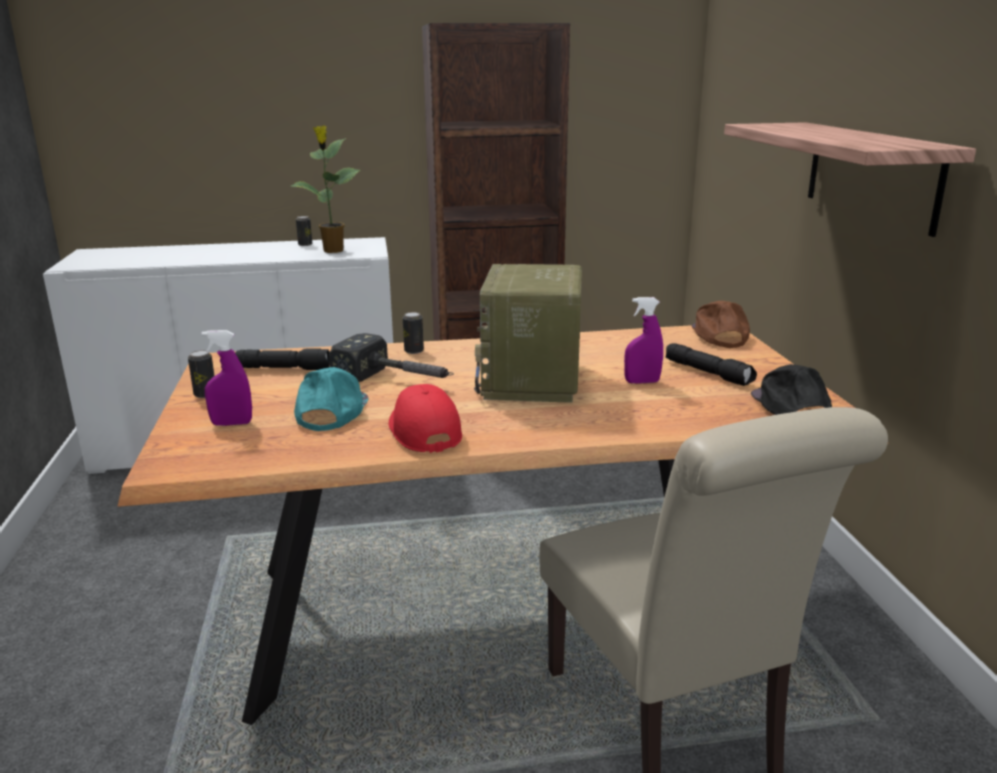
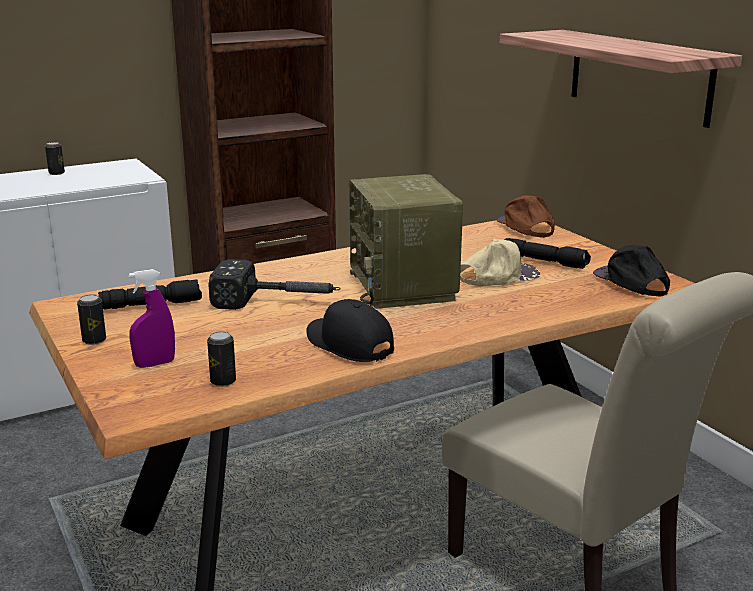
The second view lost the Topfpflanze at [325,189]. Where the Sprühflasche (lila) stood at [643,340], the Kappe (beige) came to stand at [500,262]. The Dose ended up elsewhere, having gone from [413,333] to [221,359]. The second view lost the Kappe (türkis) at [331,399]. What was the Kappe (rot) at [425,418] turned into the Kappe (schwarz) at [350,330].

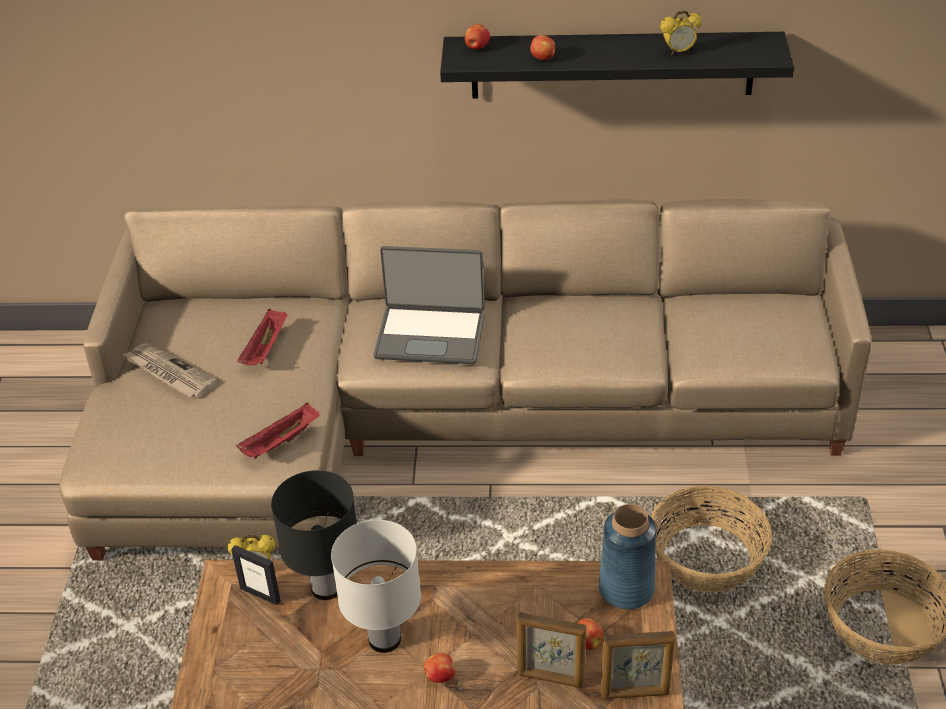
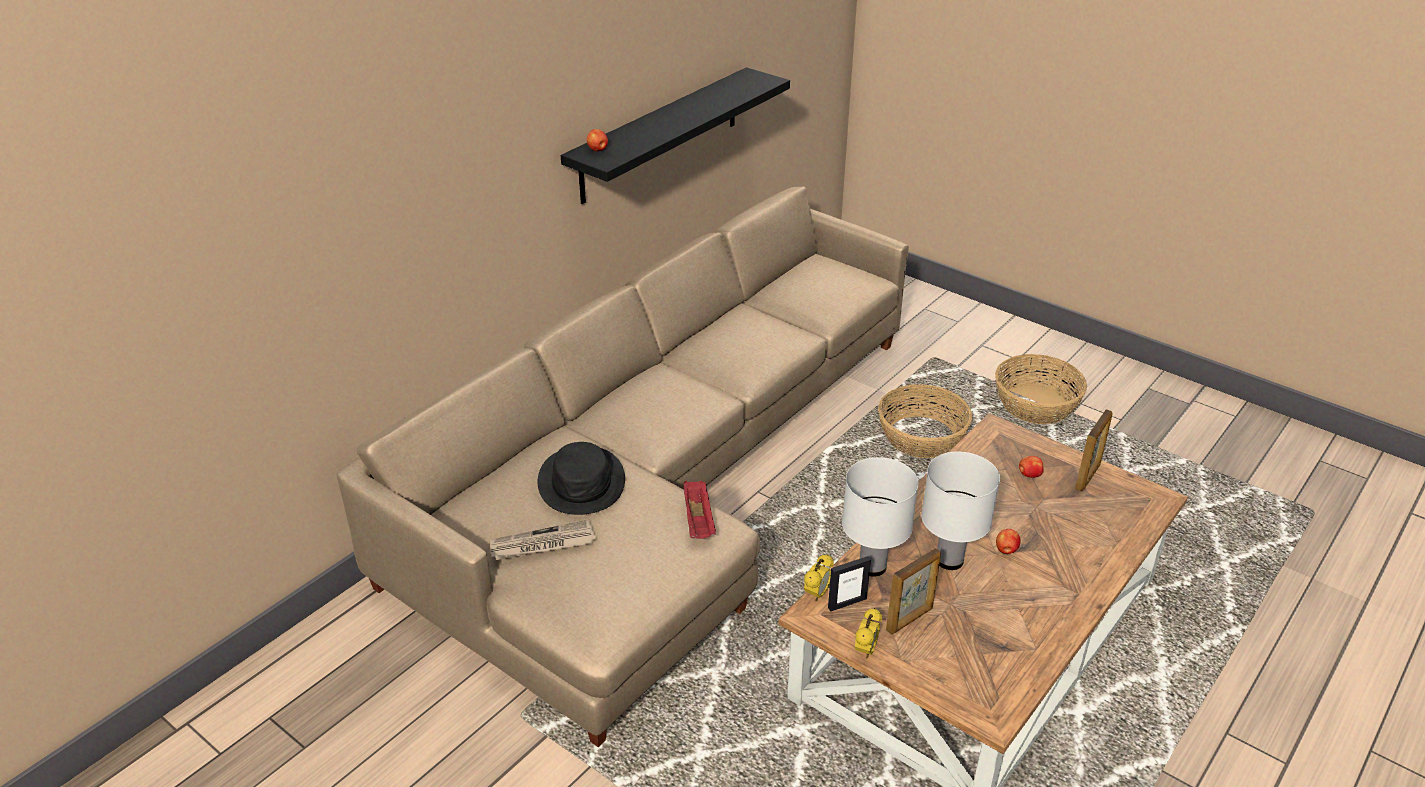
The Wecker ended up elsewhere, having gone from [681,32] to [868,633]. The second view lost the Apfel at [542,47]. The second view lost the Laptop at [429,305]. Where the Tablett (rot) stood at [262,337], the Hut (schwarz) came to stand at [581,478]. What was the Tischlampe (schwarz) at [314,535] turned into the Tischlampe (weiß) at [880,517]. The second view lost the Vase (blau) at [627,556]. The Bilderrahmen ended up elsewhere, having gone from [551,650] to [913,591].

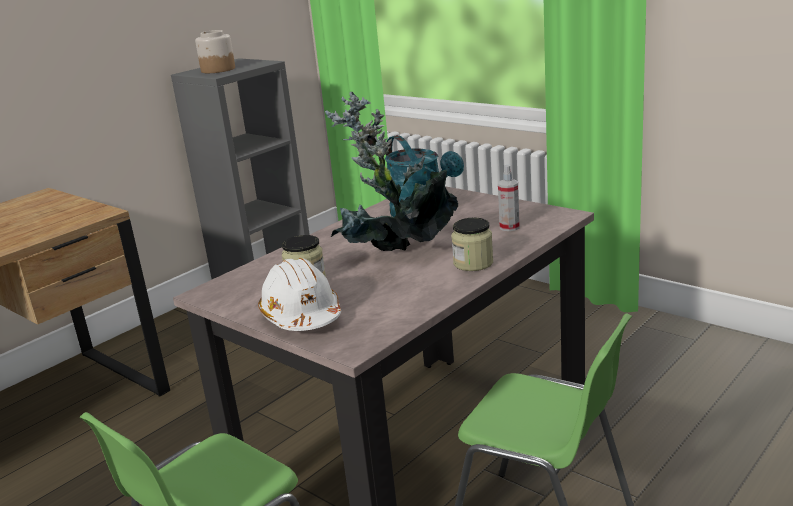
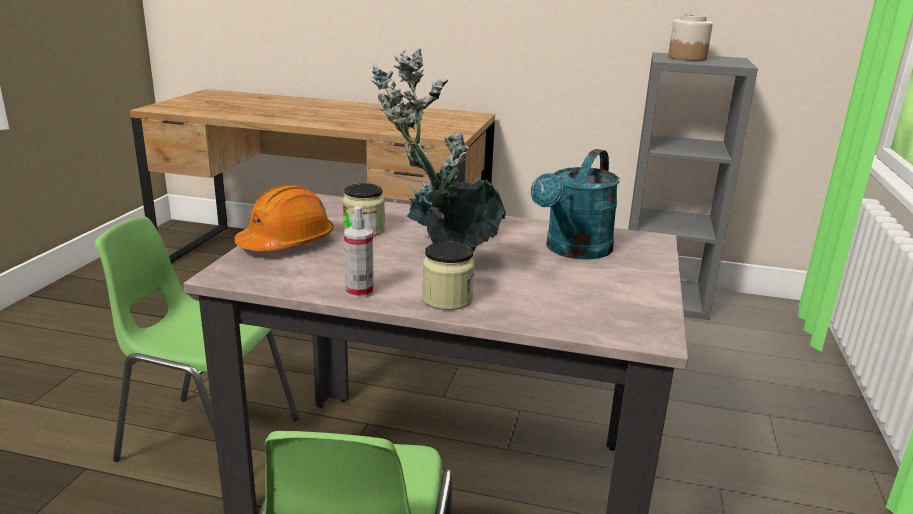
The Sprühflasche ended up elsewhere, having gone from [509,198] to [359,252]. What was the Schutzhelm (weiß) at [299,294] turned into the Schutzhelm (orange) at [284,218].

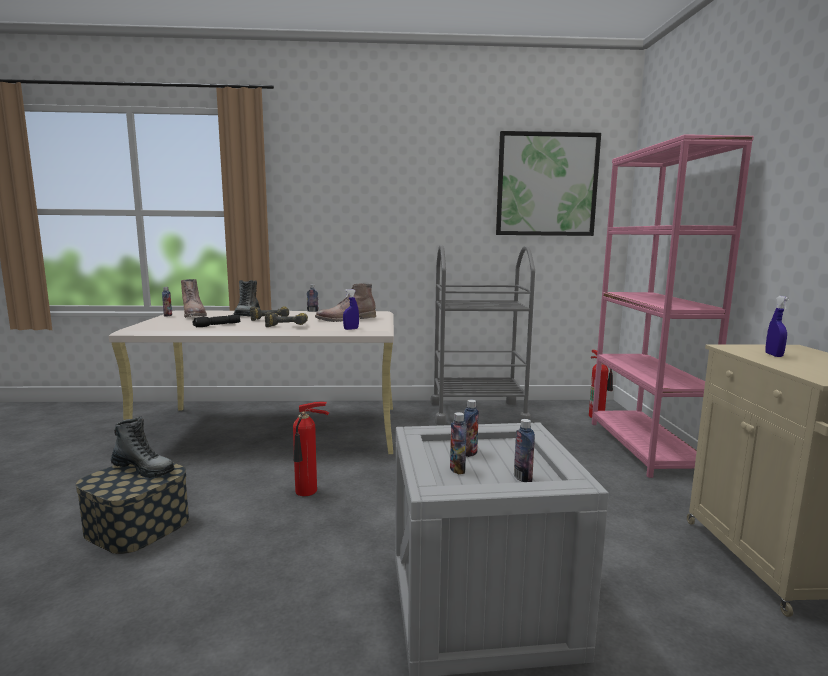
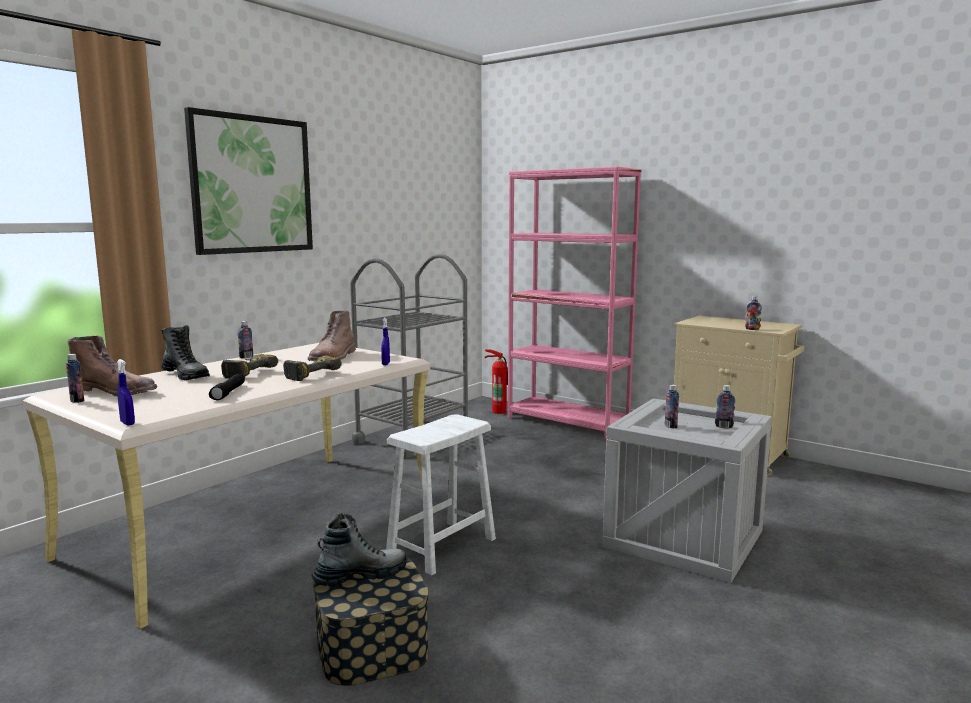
The Bild ended up elsewhere, having gone from [548,183] to [248,181]. The Sprühflasche (blau) ended up elsewhere, having gone from [777,326] to [126,392]. Where the Feuerlöscher stood at [311,449], the Hocker (weiß) came to stand at [441,495]. The Flasche ended up elsewhere, having gone from [458,443] to [753,313].

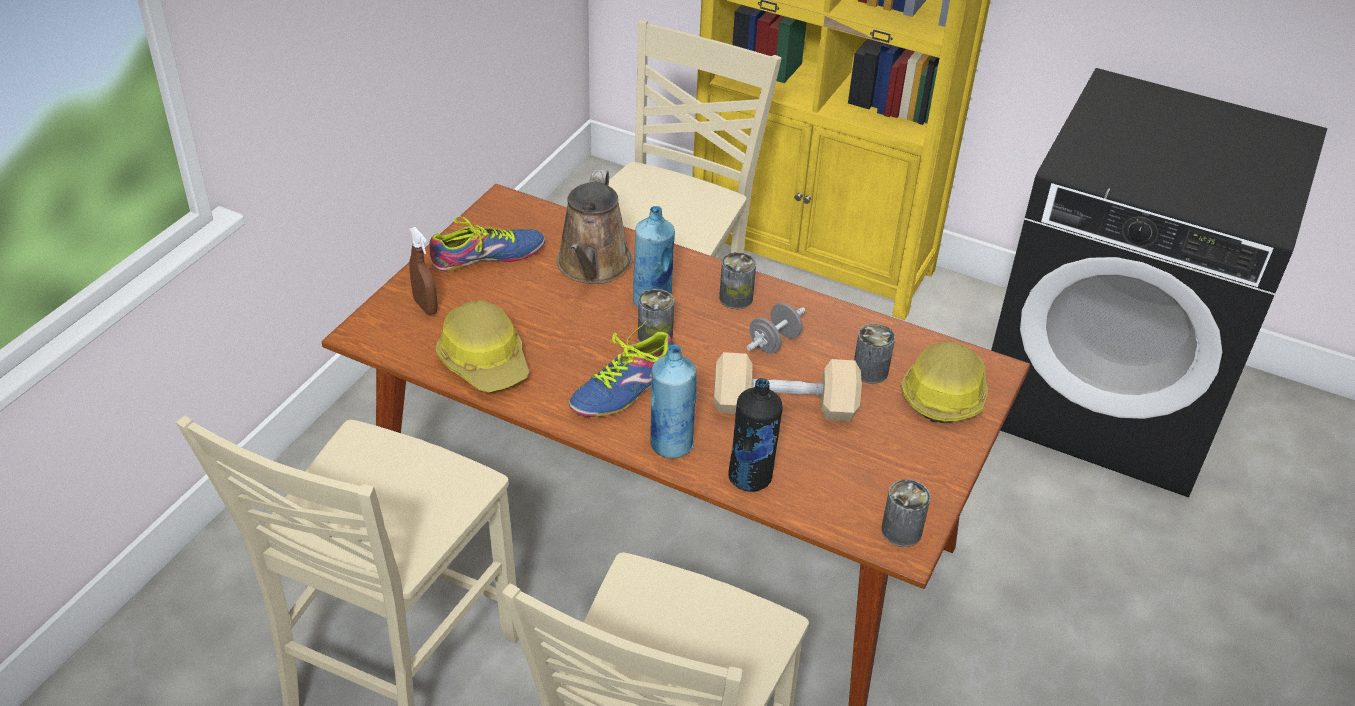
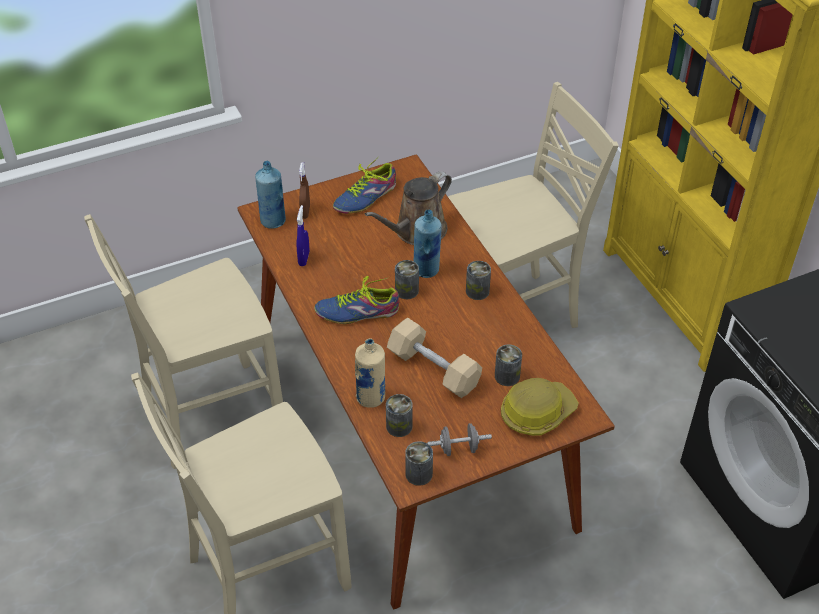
The Schuh at [487,244] ended up facing another way, 120 degrees clockwise from before. Where the Schutzhelm stood at [482,346], the Sprühflasche (blau) came to stand at [303,235]. The Hantel (grau) ended up elsewhere, having gone from [776,328] to [459,439]. The Flasche (blau) ended up elsewhere, having gone from [673,402] to [270,195]. What was the Flasche (schwarz) at [755,435] turned into the Flasche (beige) at [370,373]. The second view gained the Dose at [399,415].

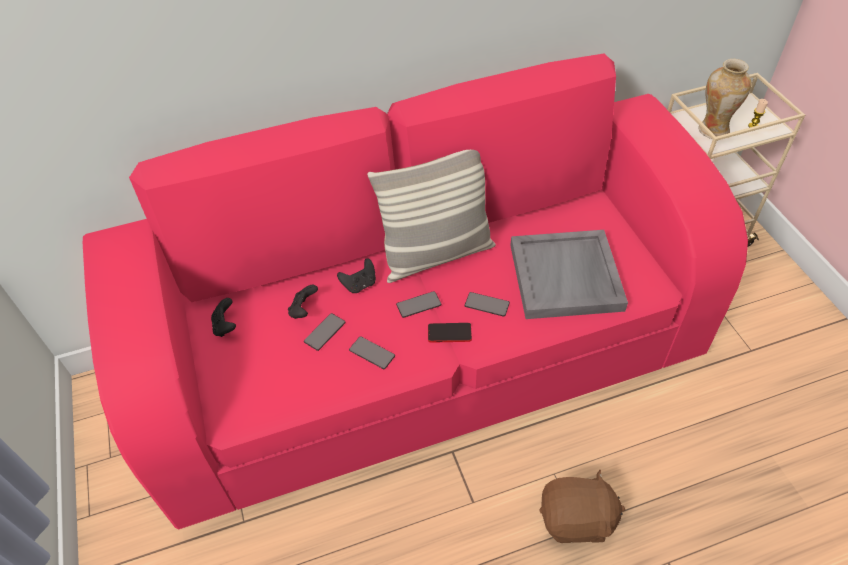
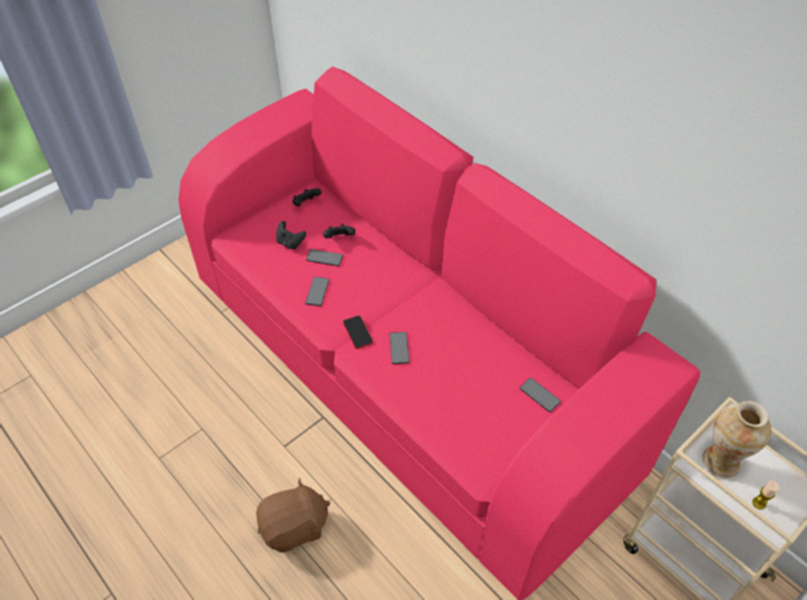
The second view lost the Kissen at [431,216]. The second view lost the Tablett (grau) at [569,274]. The Gamepad (schwarz) ended up elsewhere, having gone from [356,276] to [291,235]. The Handy ended up elsewhere, having gone from [418,304] to [540,395]. The Plüschtier (braun) at [582,506] ended up facing another way, 90 degrees counterclockwise from before.

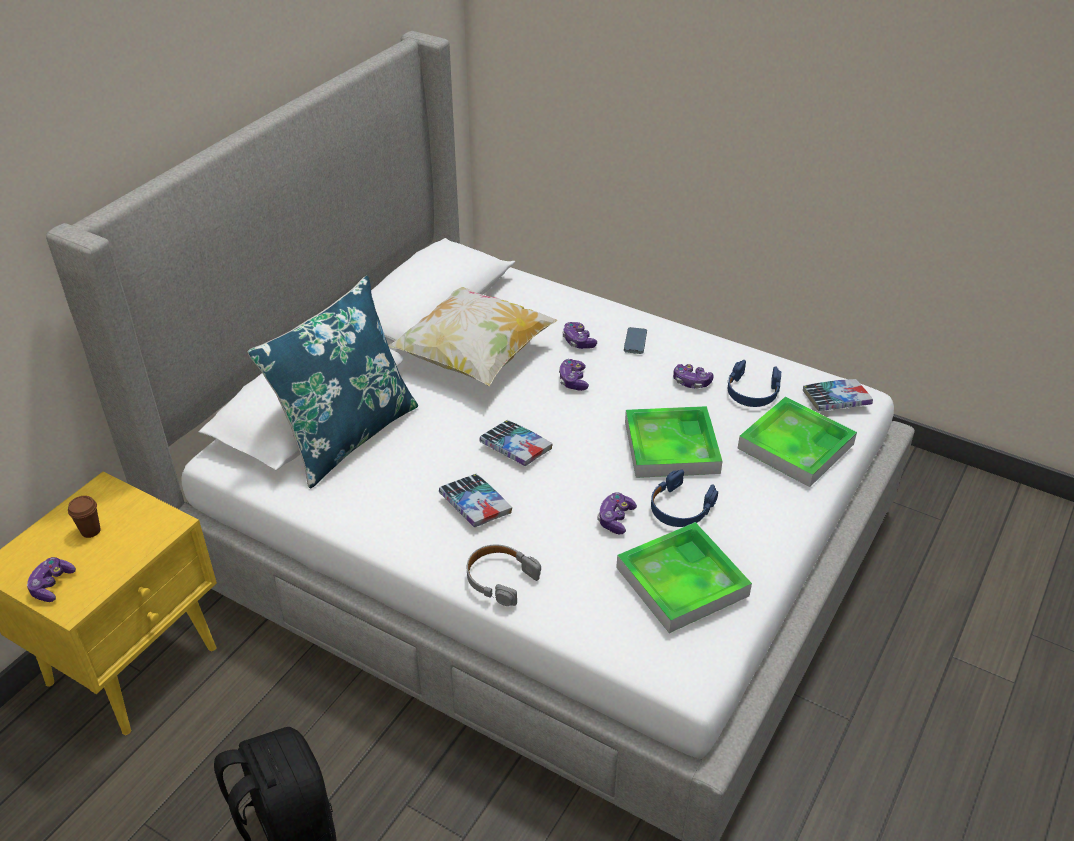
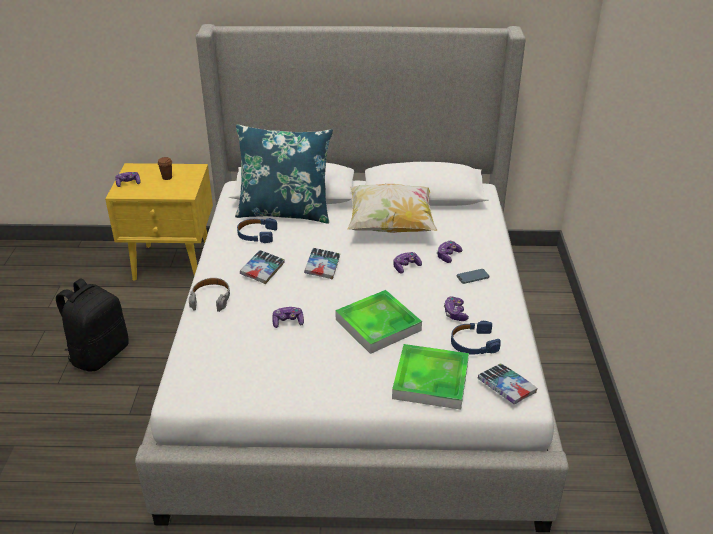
The Kopfhörer (blau) ended up elsewhere, having gone from [684,498] to [257,230]. The second view lost the Tablett at [684,577].

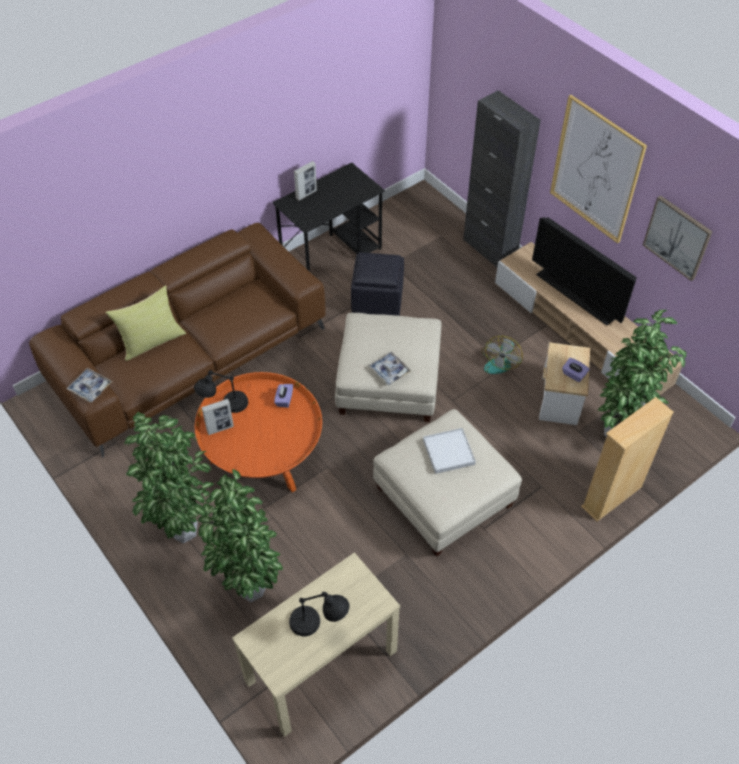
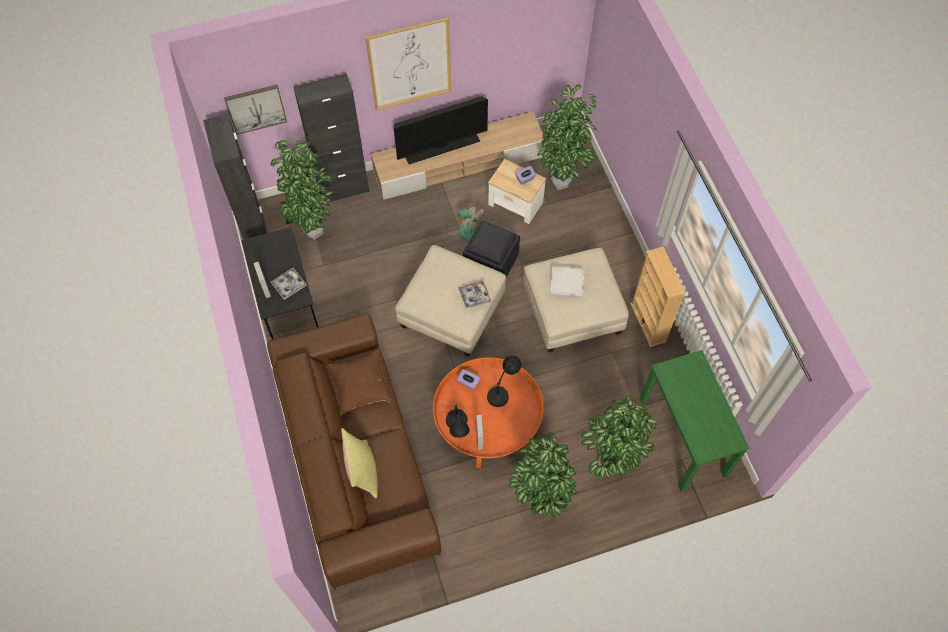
The Bild ended up elsewhere, having gone from [678,238] to [255,110]. The Polsterhocker (schwarz) ended up elsewhere, having gone from [377,284] to [491,249]. The Tablett ended up elsewhere, having gone from [89,385] to [288,284]. The Bücherregal (beige) ended up elsewhere, having gone from [627,459] to [658,296]. What was the Konsolentisch (beige) at [316,644] turned into the Konsolentisch (grün) at [694,420]. The Tischlampe (schwarz) ended up elsewhere, having gone from [319,614] to [504,381]. The second view gained the Schrank (schwarz) at [235,176]. The second view gained the Topfpflanze at [302,190]. The second view gained the Kissen (braun) at [360,382].

